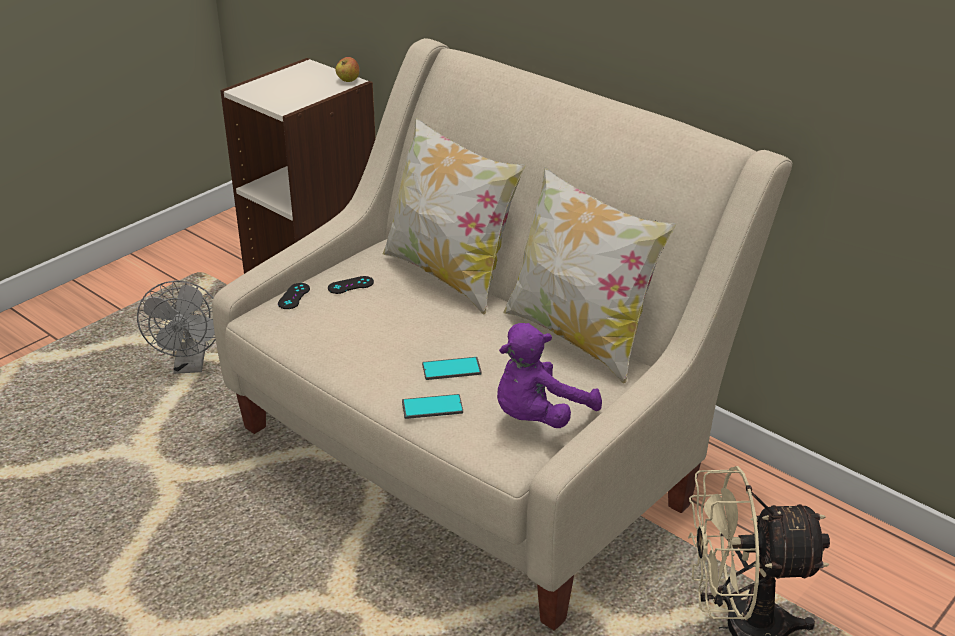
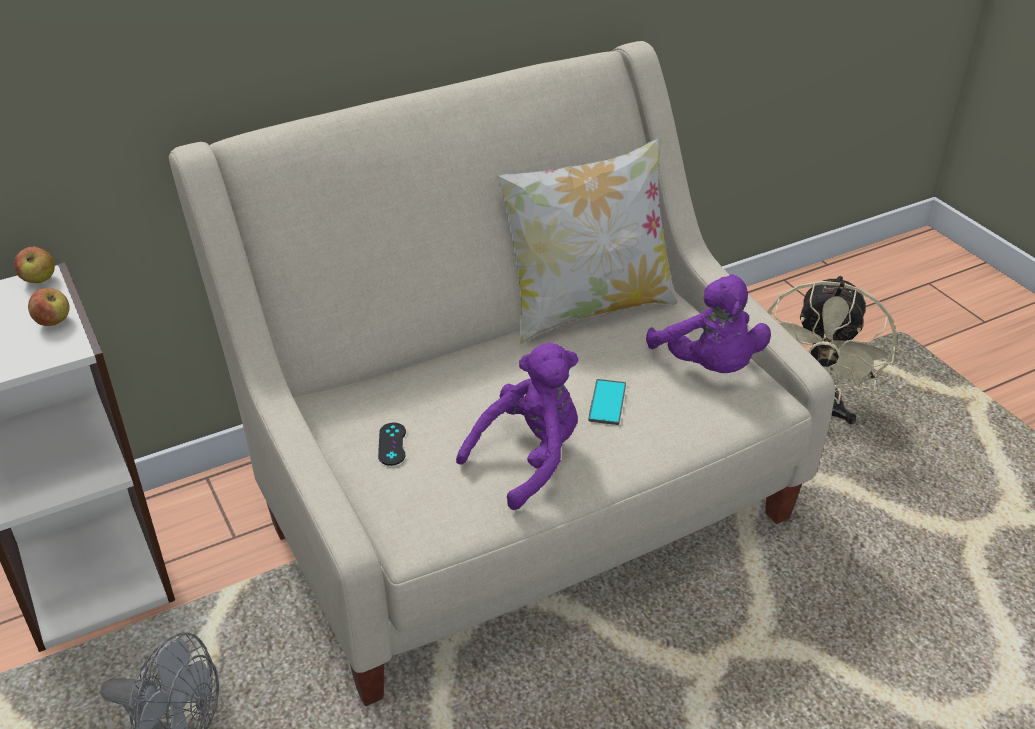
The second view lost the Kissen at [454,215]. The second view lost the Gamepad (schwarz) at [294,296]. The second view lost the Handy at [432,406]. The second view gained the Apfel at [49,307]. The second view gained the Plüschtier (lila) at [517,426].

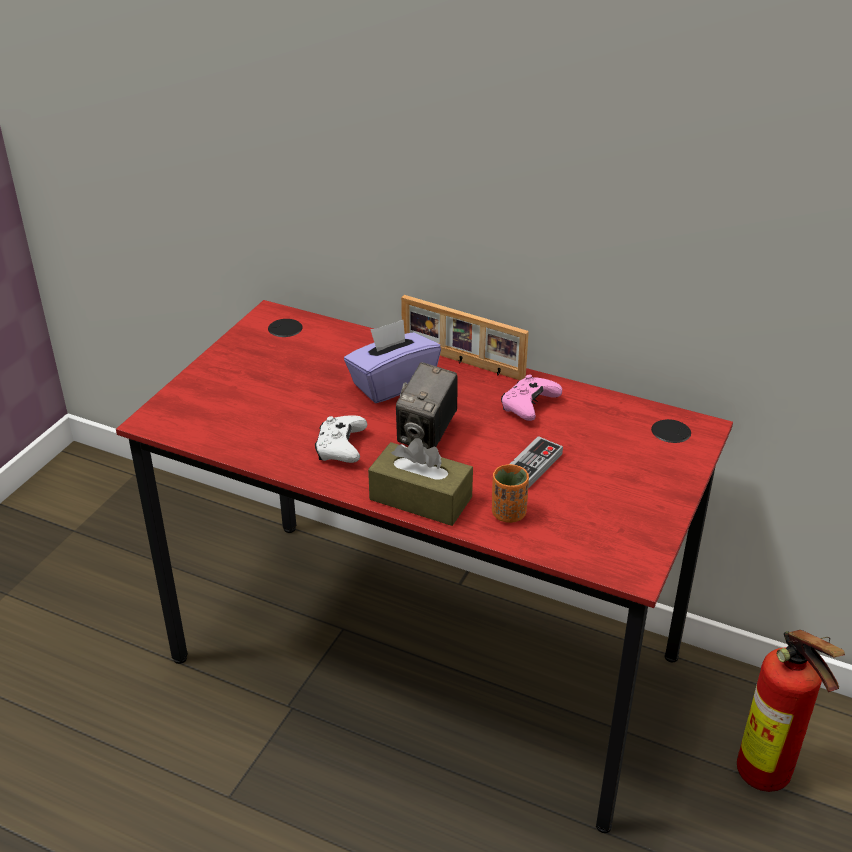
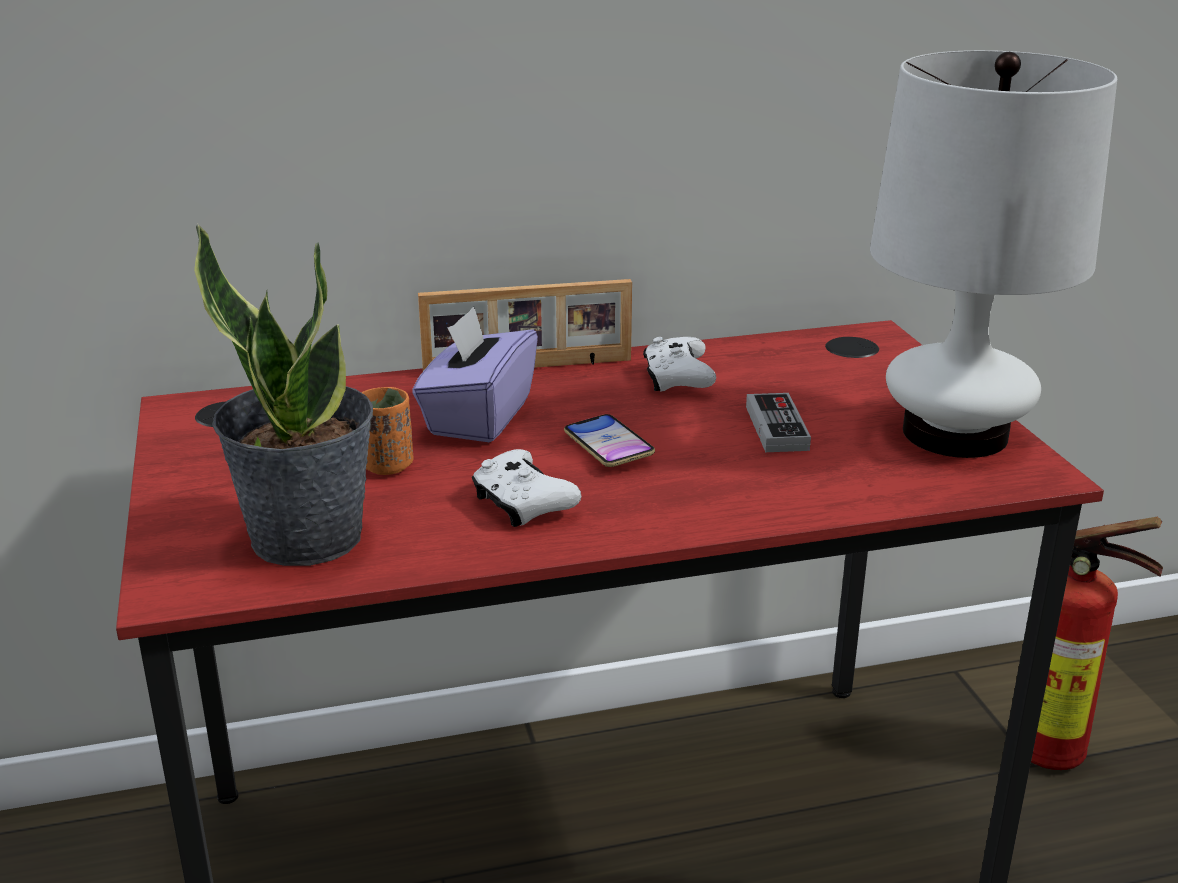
Where the Kamera stood at [427,405], the Handy came to stand at [609,440]. What was the Gamepad (rosa) at [531,398] turned into the Gamepad (weiß) at [679,364]. The second view lost the Taschentuchbox (braun) at [420,482]. The Tasse (orange) ended up elsewhere, having gone from [510,493] to [387,431]. The second view gained the Tischlampe (weiß) at [993,254]. The second view gained the Topfpflanze at [283,394].

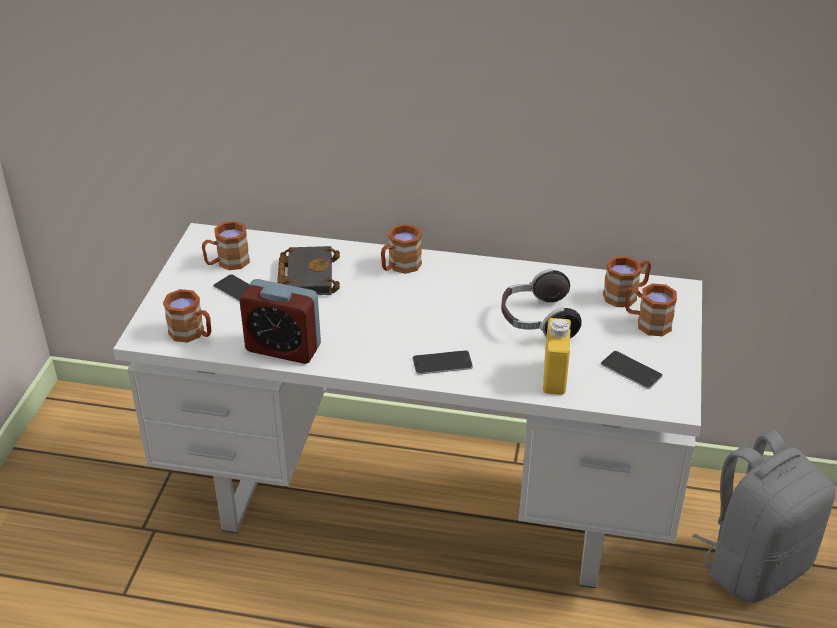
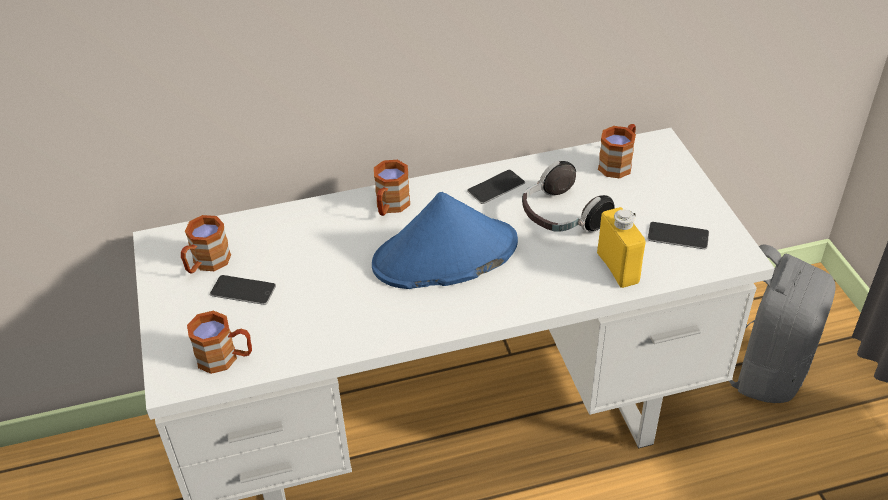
The second view lost the Buch (schwarz) at [308,270]. The second view lost the Wecker at [280,321]. The second view lost the Henkelbecher (braun) at [651,309]. The Handy ended up elsewhere, having gone from [442,362] to [496,187]. The second view gained the Hut (blau) at [445,240].

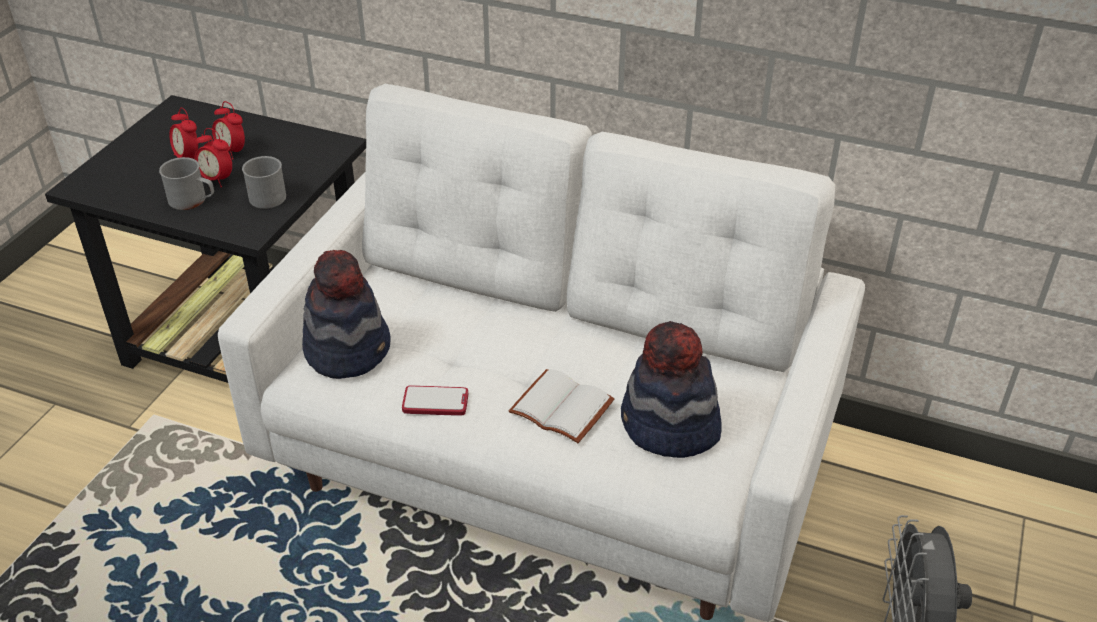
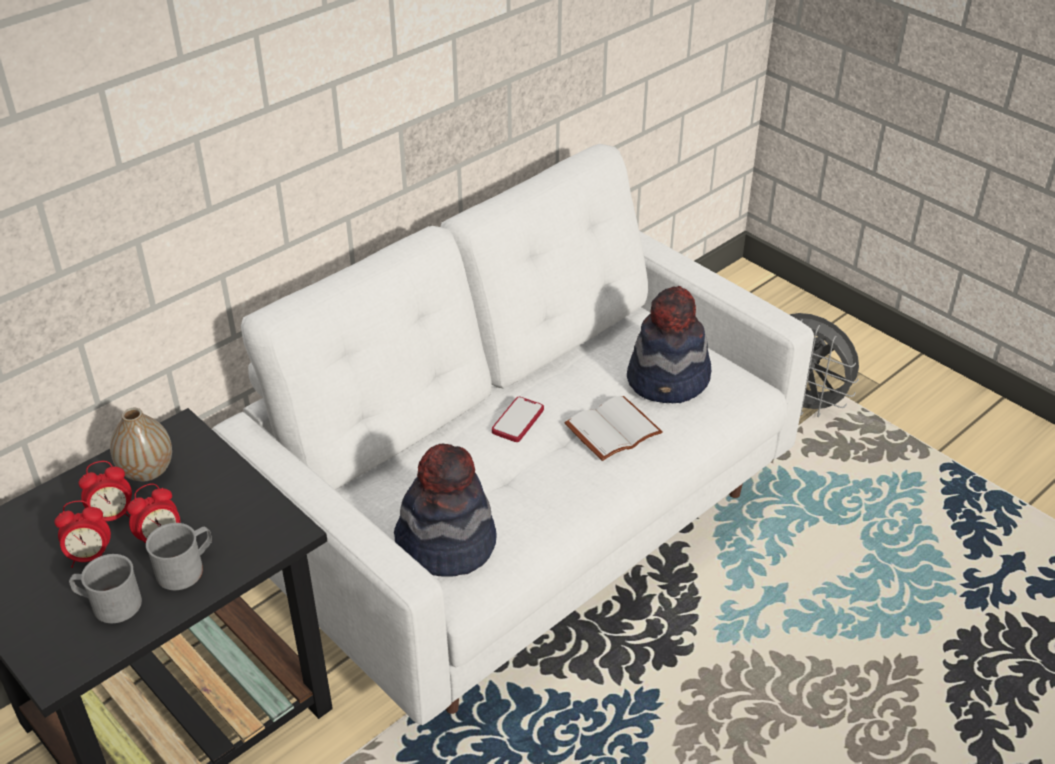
The Henkelbecher (grau) ended up elsewhere, having gone from [264,182] to [105,588]. The Handy ended up elsewhere, having gone from [435,400] to [518,419]. The second view gained the Vase at [141,444].

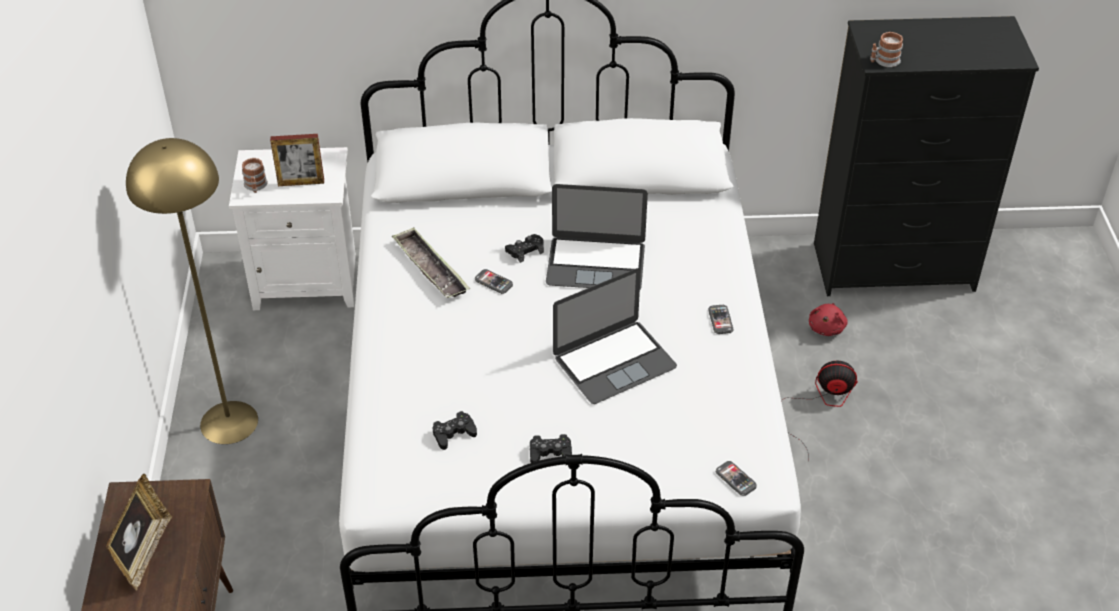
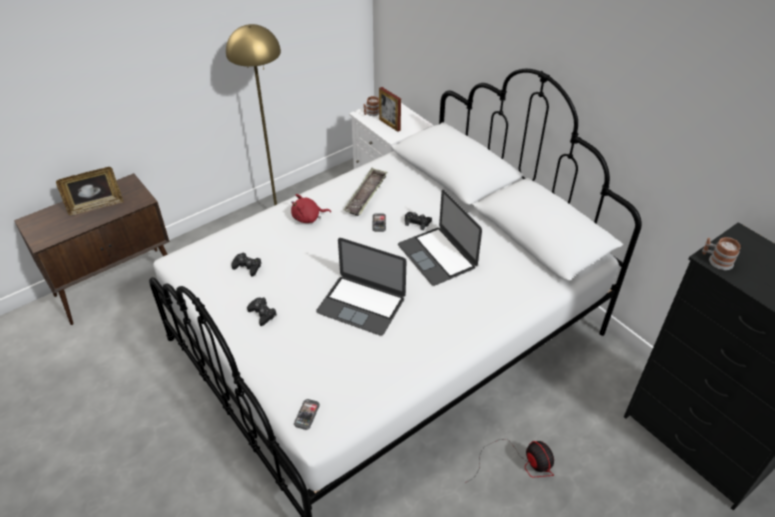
The Plüschtier (rot) ended up elsewhere, having gone from [828,319] to [311,208]. The second view lost the Handy at [721,319].

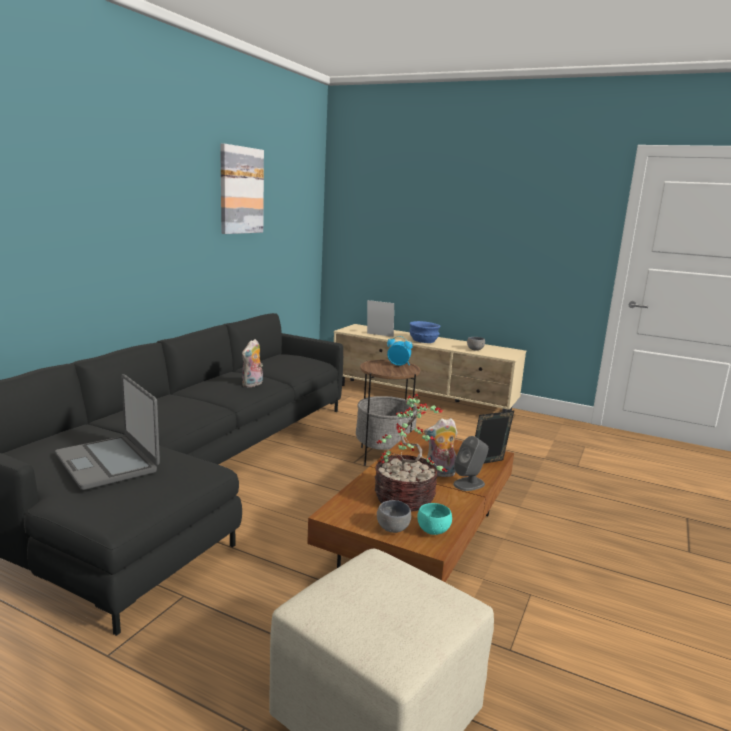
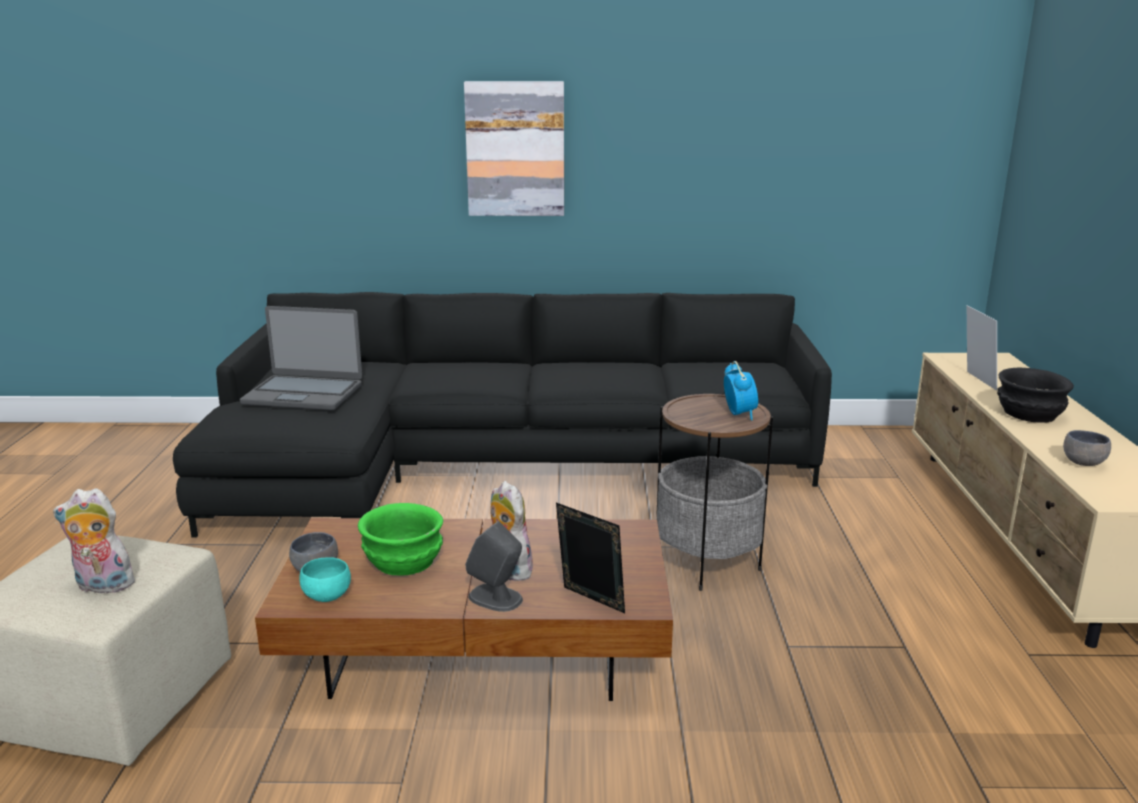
The Bild ended up elsewhere, having gone from [242,188] to [514,148]. What was the Schüssel (blau) at [425,332] turned into the Schüssel (schwarz) at [1035,395]. The Plüschtier ended up elsewhere, having gone from [252,363] to [96,541]. The Laptop at [107,432] ended up facing another way, 105 degrees counterclockwise from before. Where the Topfpflanze stood at [411,453], the Schüssel (grün) came to stand at [400,539].

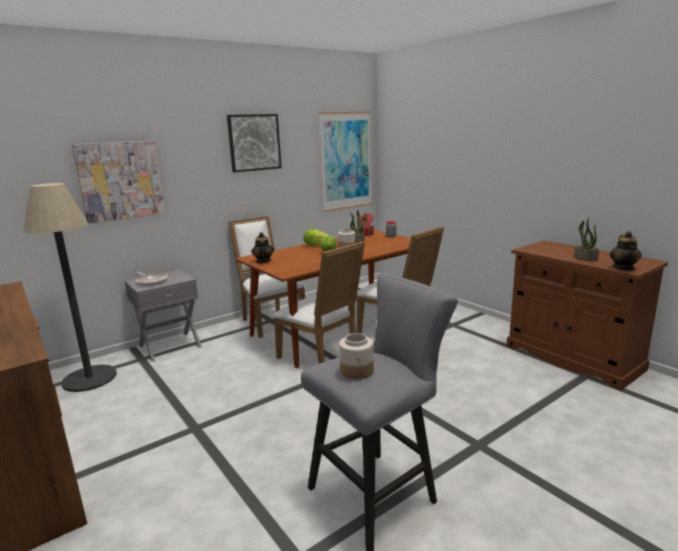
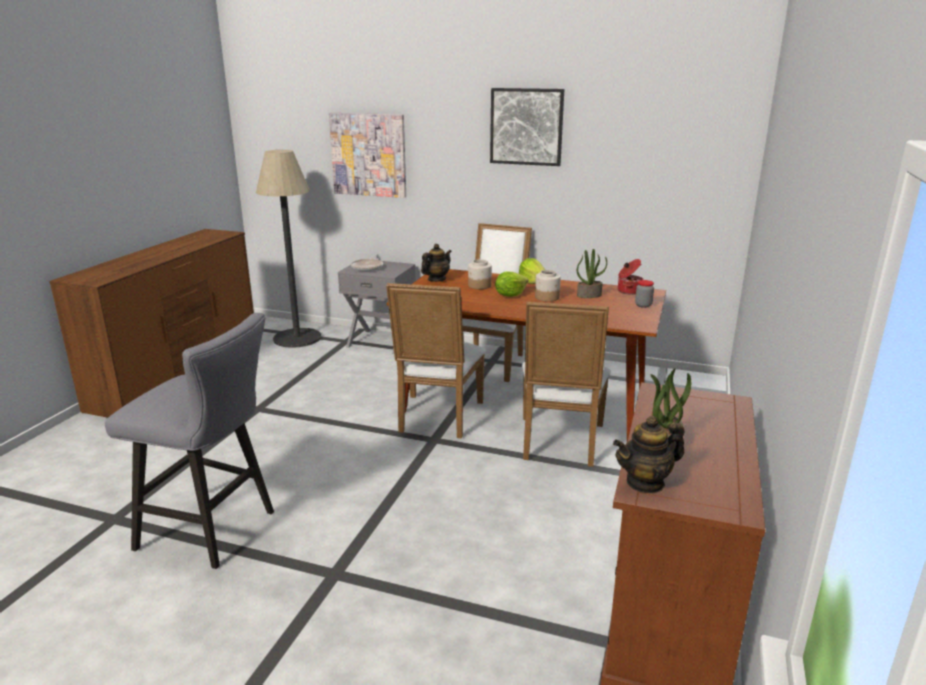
The second view lost the Bild at [345,162]. The Vorratsglas ended up elsewhere, having gone from [356,356] to [480,274].

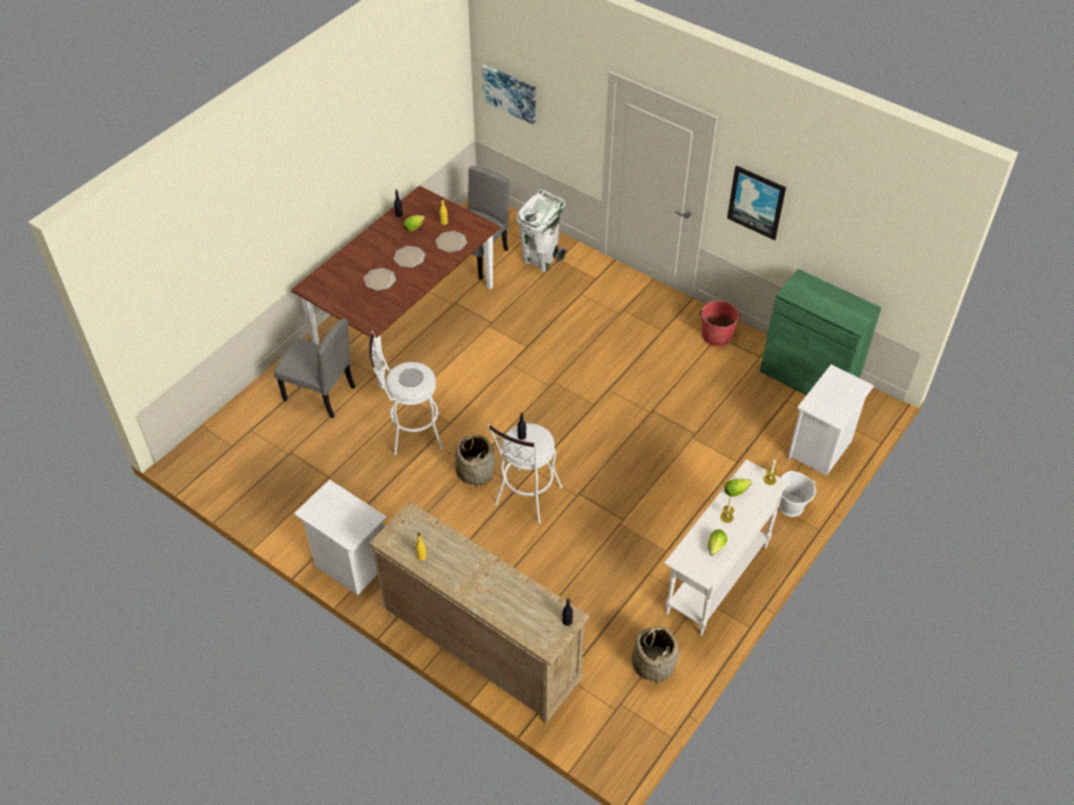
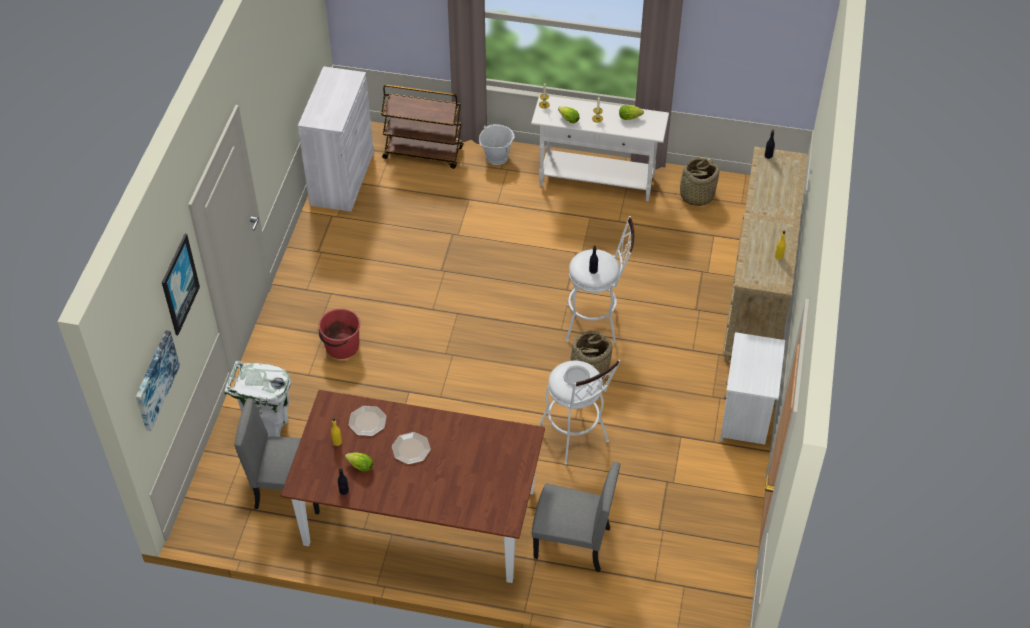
The Bild ended up elsewhere, having gone from [756,202] to [181,284]. The second view lost the Teller at [380,279]. What was the Schrank (grün) at [820,332] turned into the Schrank (weiß) at [336,139]. The Eimer (rot) ended up elsewhere, having gone from [719,323] to [339,333]. The Stuhl (grau) at [315,368] ended up facing another way, 105 degrees clockwise from before. Where the Nachttisch (weiß) stood at [830,420], the Rollwagen (braun) came to stand at [422,127].

